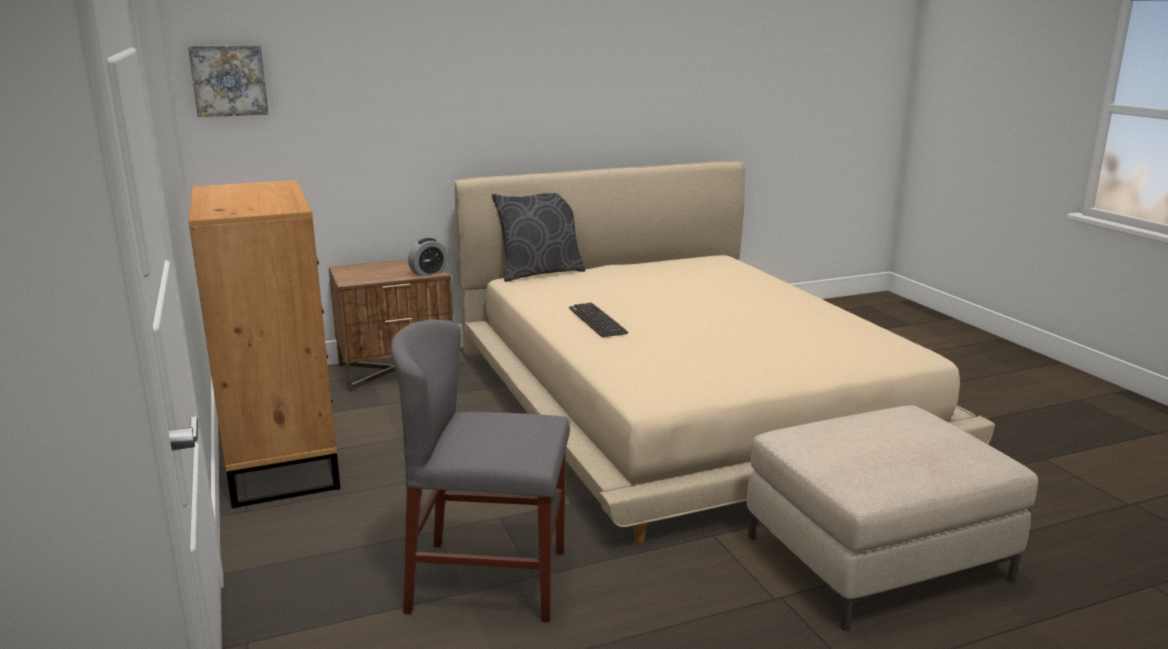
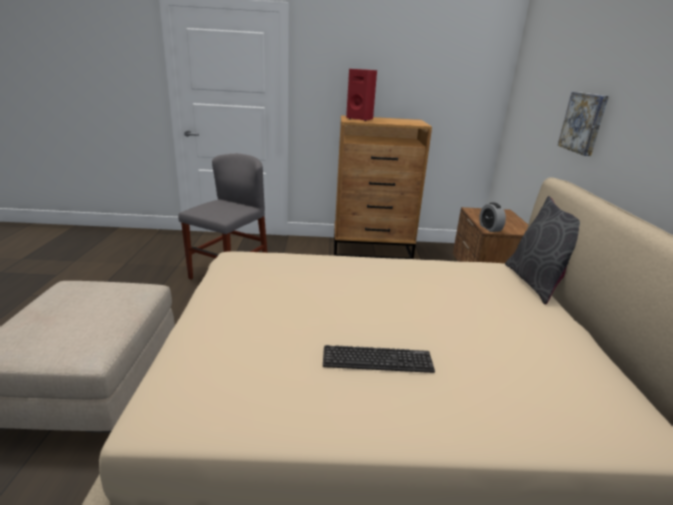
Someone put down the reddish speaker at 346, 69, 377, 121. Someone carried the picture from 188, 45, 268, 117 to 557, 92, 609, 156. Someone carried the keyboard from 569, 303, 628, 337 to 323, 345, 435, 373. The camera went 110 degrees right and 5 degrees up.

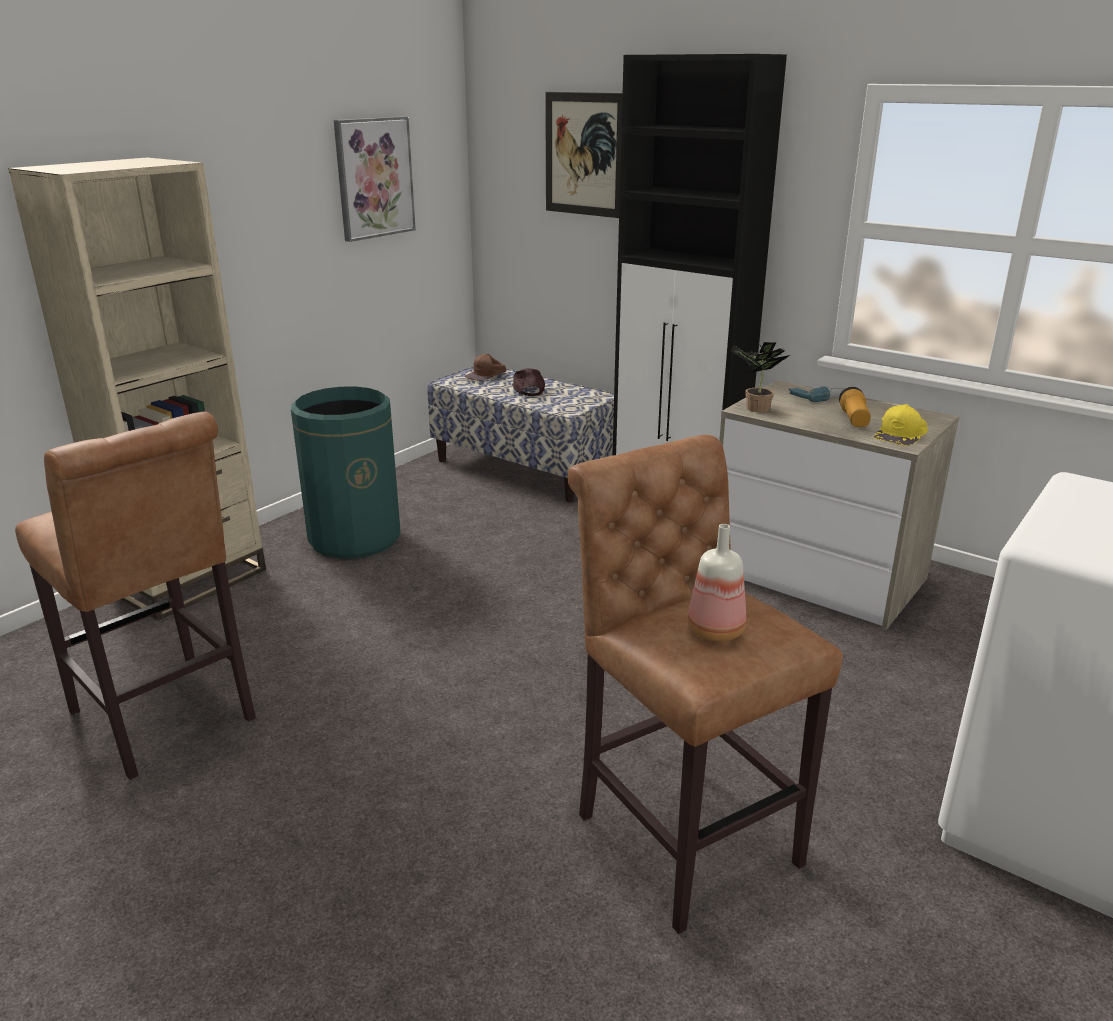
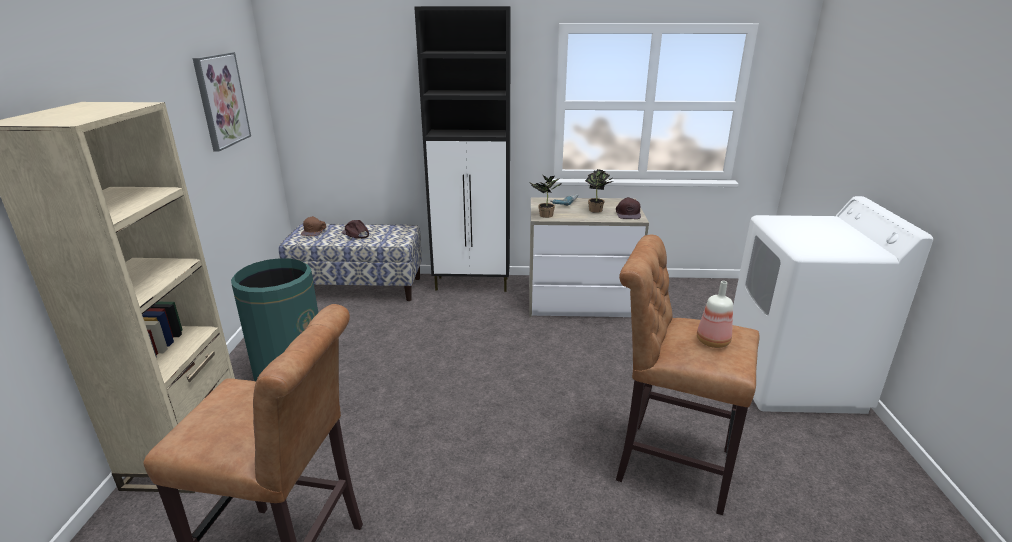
Someone took away the picture at 545, 92, 623, 218. Someone swapped the torch at 839, 387, 871, 427 for the potted plant at 585, 169, 613, 213. Someone repainted the yellow peaked cap at 874, 404, 928, 446, which became the brown-coloured peaked cap at 616, 197, 641, 219. The camera went 35 degrees left and 0 degrees up.

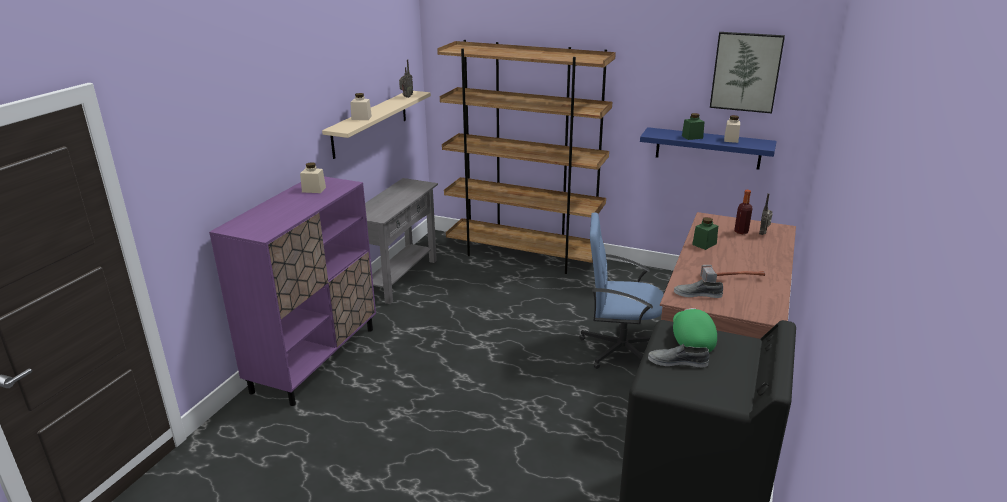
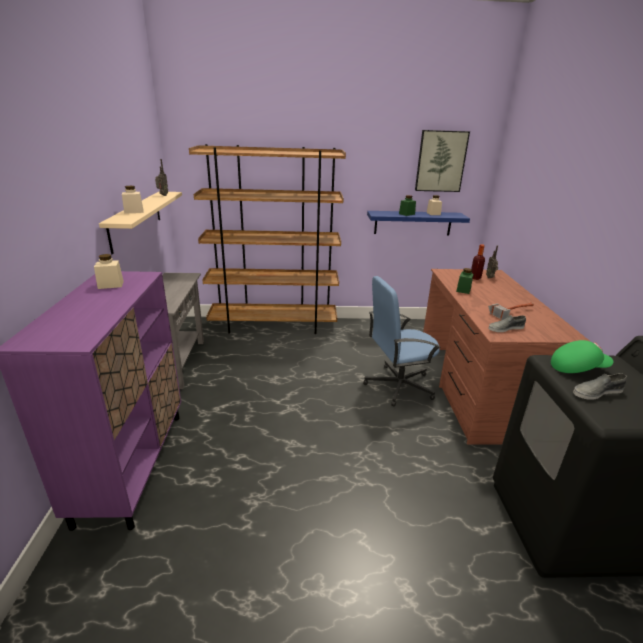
Someone rotated the greenish peaked cap at 673, 308, 717, 352 by 120 degrees clockwise. The camera went 25 degrees left and 0 degrees up.

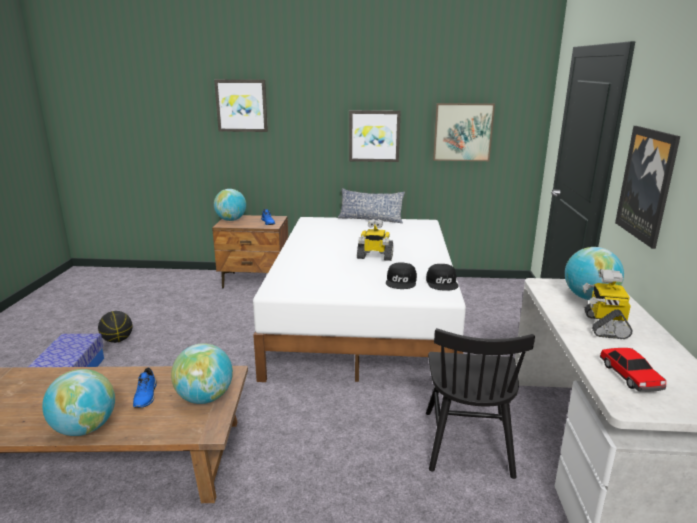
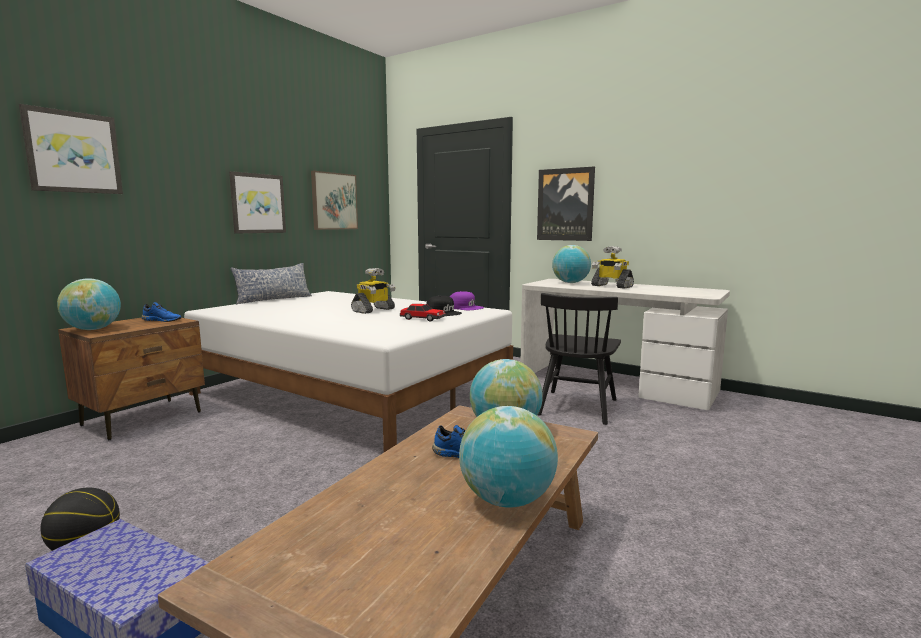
Someone carried the model car from 600, 348, 666, 392 to 400, 304, 446, 321. Someone repainted the black-coloured peaked cap at 426, 264, 459, 291, which became the purplish peaked cap at 450, 291, 484, 310. Someone rotated the black-coloured upright chair at 426, 328, 535, 479 by 75 degrees clockwise. The camera went 60 degrees left and 10 degrees down.

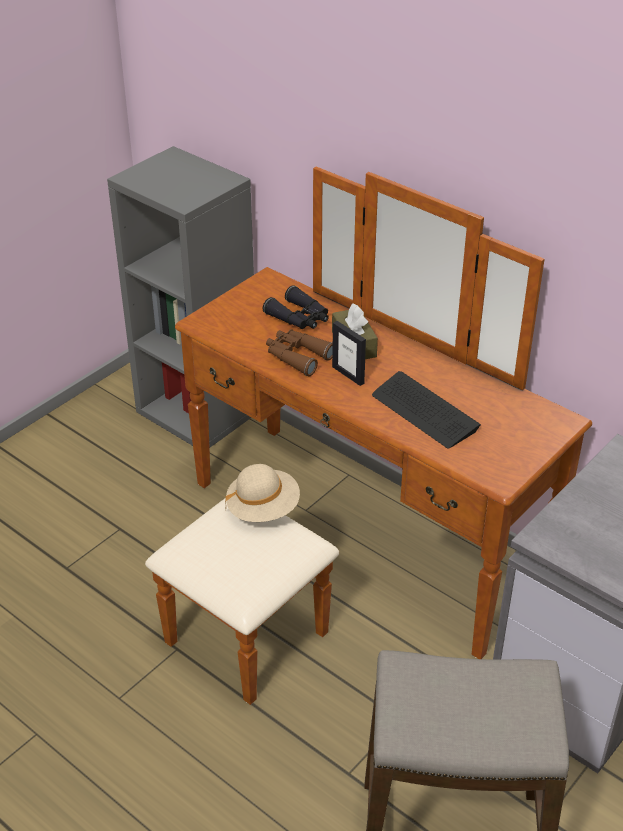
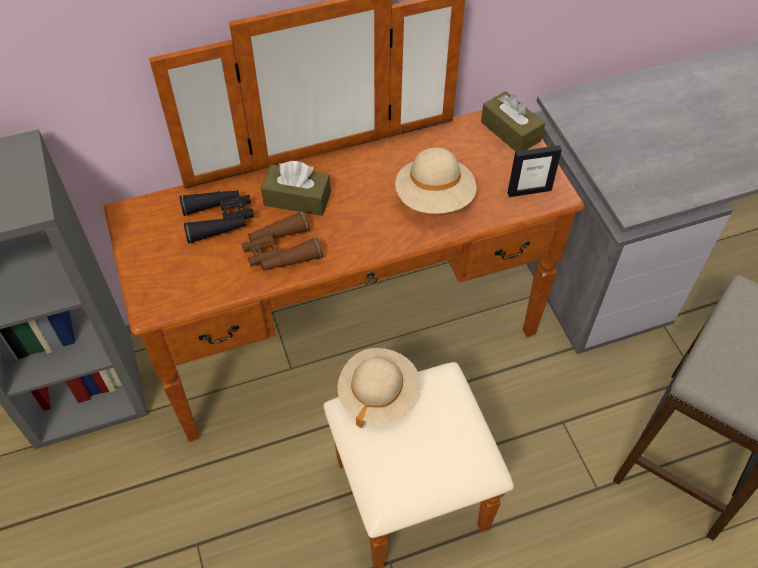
Someone put down the brown-coloured box of tissues at 481, 91, 545, 152. Someone carried the picture frame from 332, 321, 366, 386 to 508, 145, 562, 197. Someone swapped the keyboard at 372, 371, 481, 448 for the beige-coloured clothing hat at 395, 148, 476, 214. The camera went 60 degrees left and 15 degrees up.

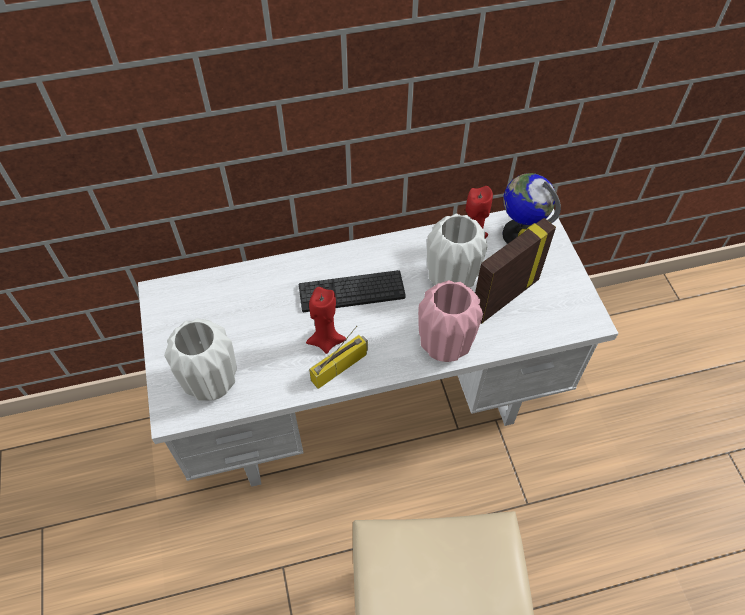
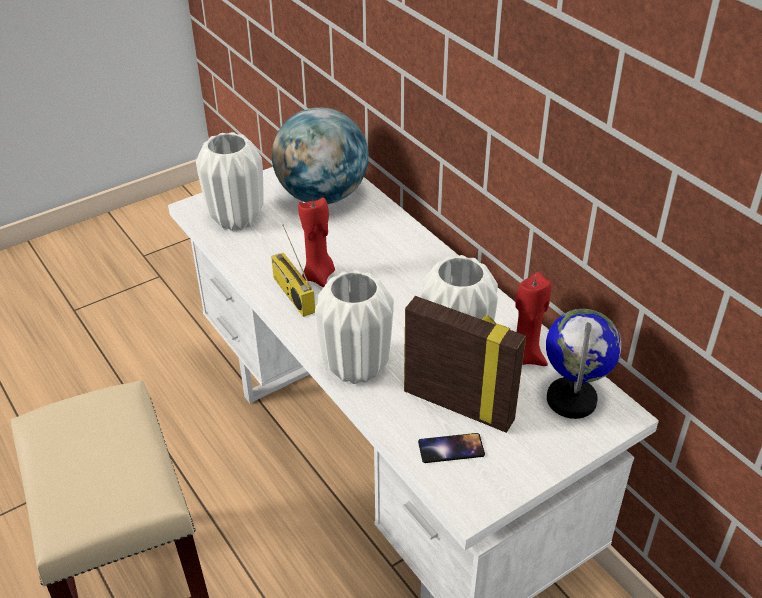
Someone took away the keyboard at 299, 270, 406, 312. Someone put down the desk globe at 272, 107, 368, 204. Someone put down the phone at 418, 433, 485, 463. Someone repainted the pink flower vase at 418, 280, 483, 362, which became the white-coloured flower vase at 315, 270, 394, 384. Someone rotated the radio set at 309, 326, 368, 389 by 150 degrees counterclockwise. The camera went 70 degrees right and 15 degrees down.

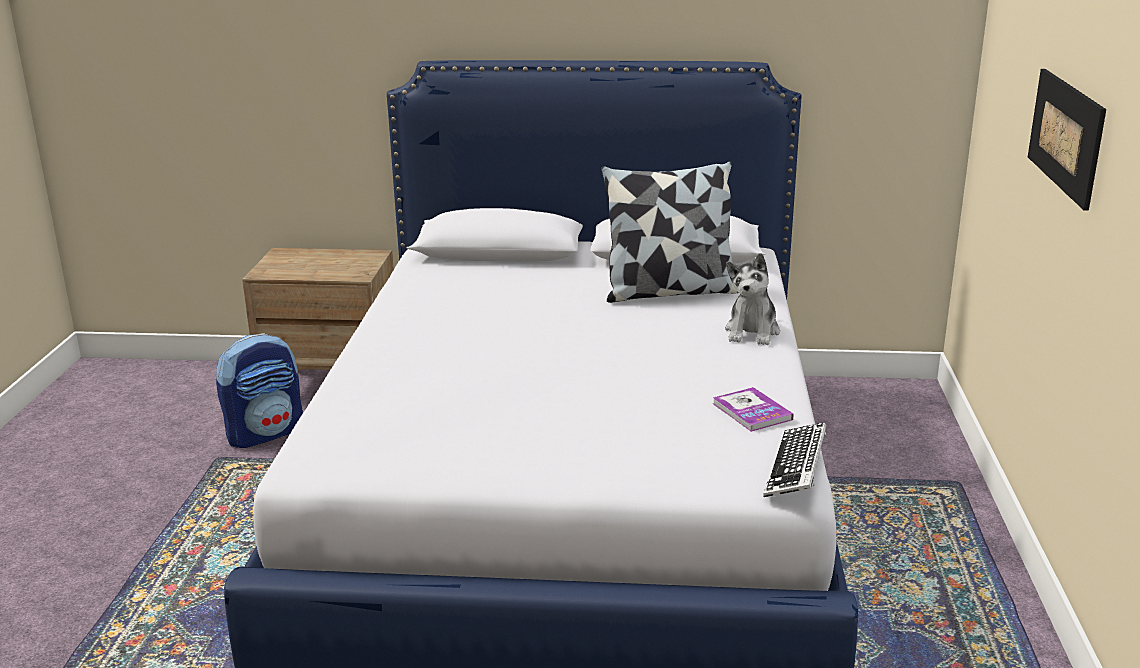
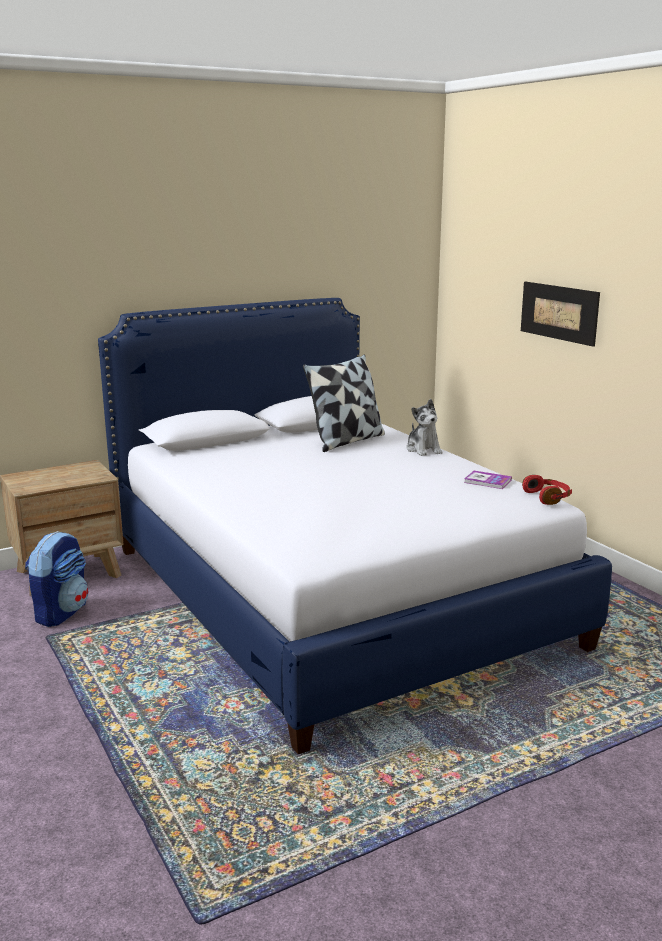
Someone swapped the keyboard at 763, 422, 826, 497 for the reddish pair of headphones at 522, 475, 572, 505. The camera went 35 degrees left and 5 degrees down.

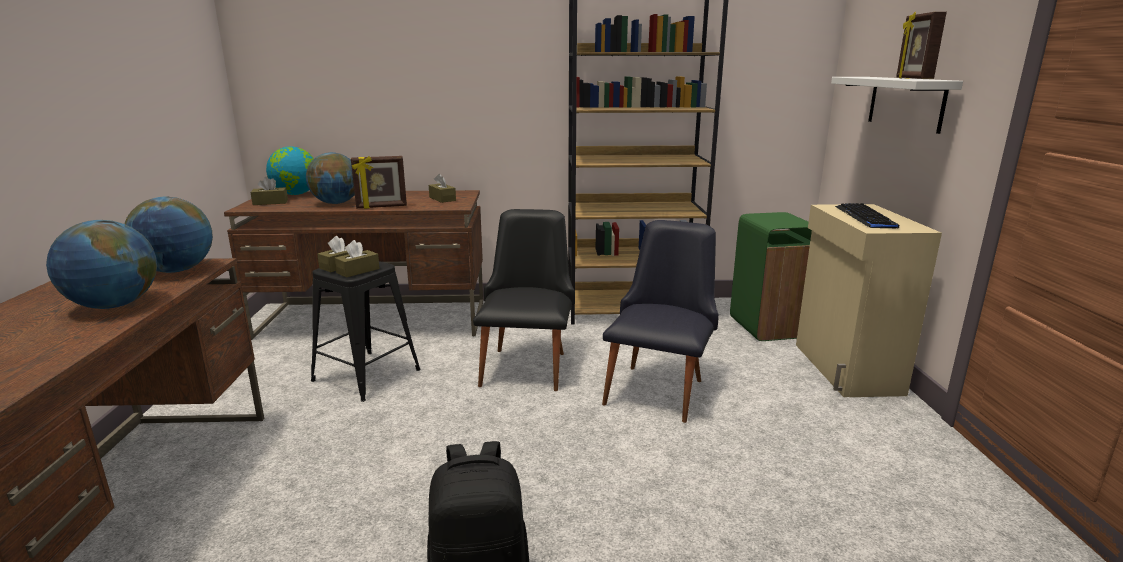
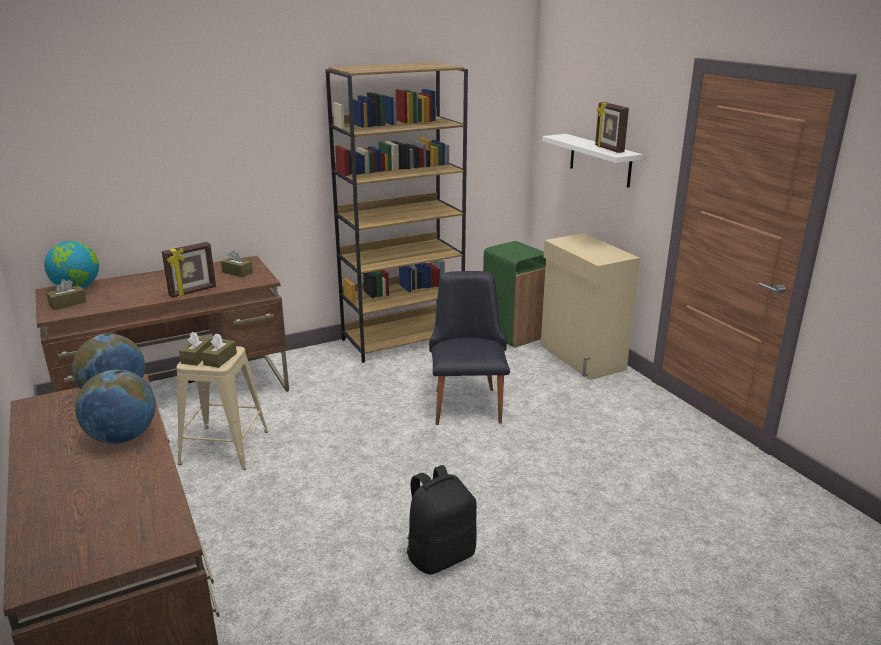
Someone took away the desk globe at 306, 152, 355, 204. Someone took away the black-coloured upright chair at 473, 209, 575, 391. Someone took away the keyboard at 835, 203, 899, 229. Someone repainted the black-coloured stool at 311, 261, 420, 402, which became the beige-coloured stool at 176, 346, 268, 470. The camera went 25 degrees left and 5 degrees up.

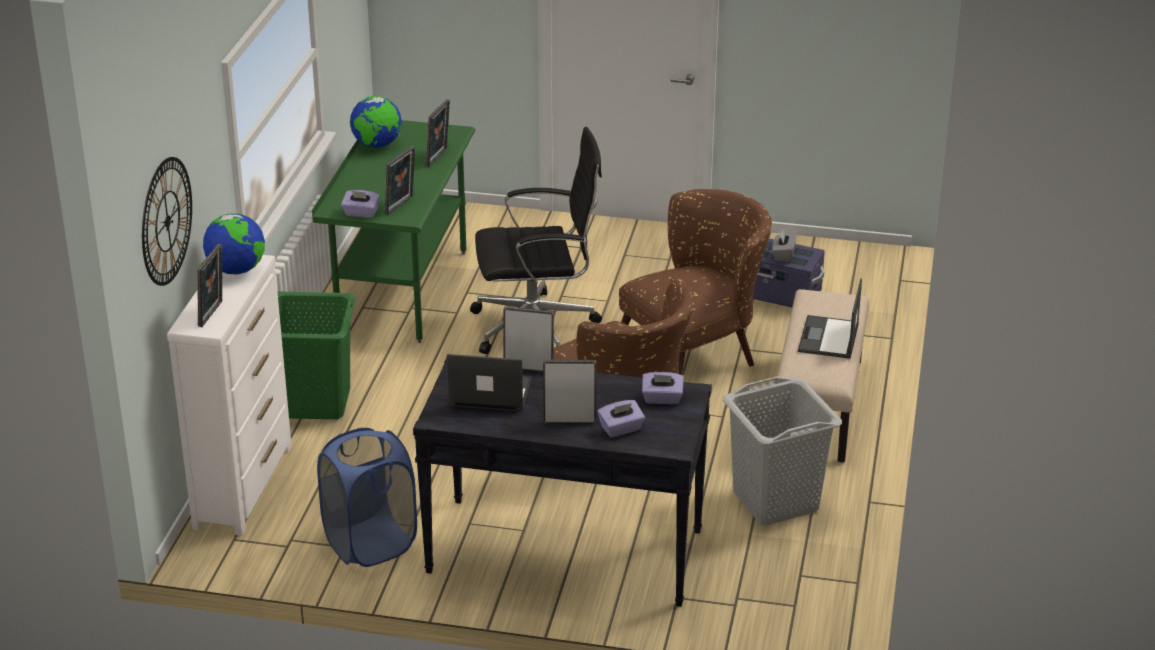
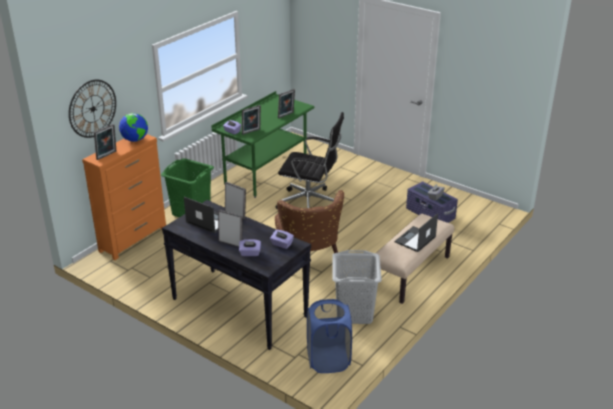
Someone took away the desk globe at 350, 96, 402, 148. Someone took away the brown-coloured armchair at 619, 189, 772, 375. Someone carried the blue-coloured laundry basket from 317, 428, 417, 567 to 307, 299, 352, 373. Someone repainted the white-coloured drawer chest at 167, 255, 292, 536, which became the orange drawer chest at 82, 134, 166, 260. The camera went 25 degrees right and 0 degrees up.

